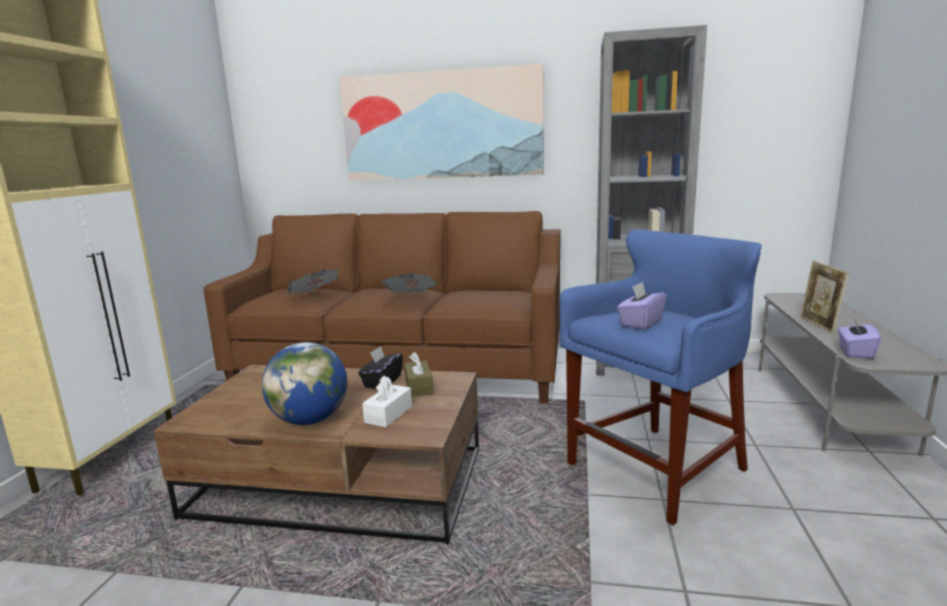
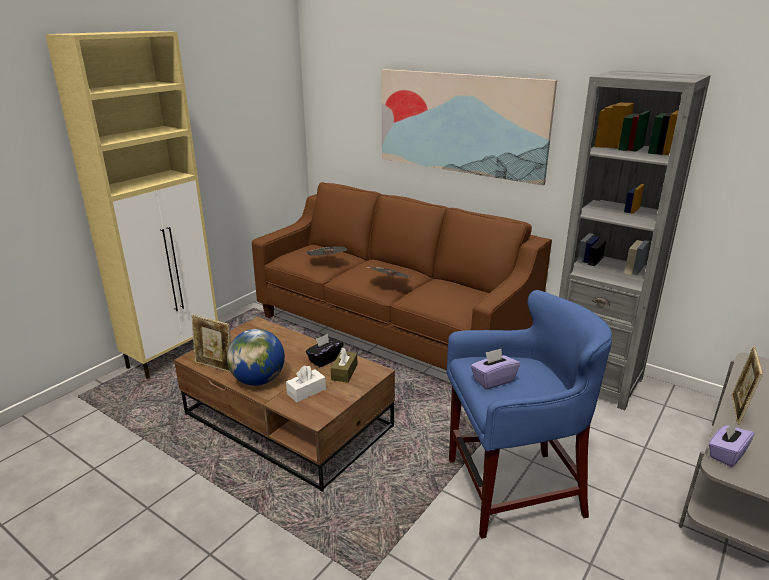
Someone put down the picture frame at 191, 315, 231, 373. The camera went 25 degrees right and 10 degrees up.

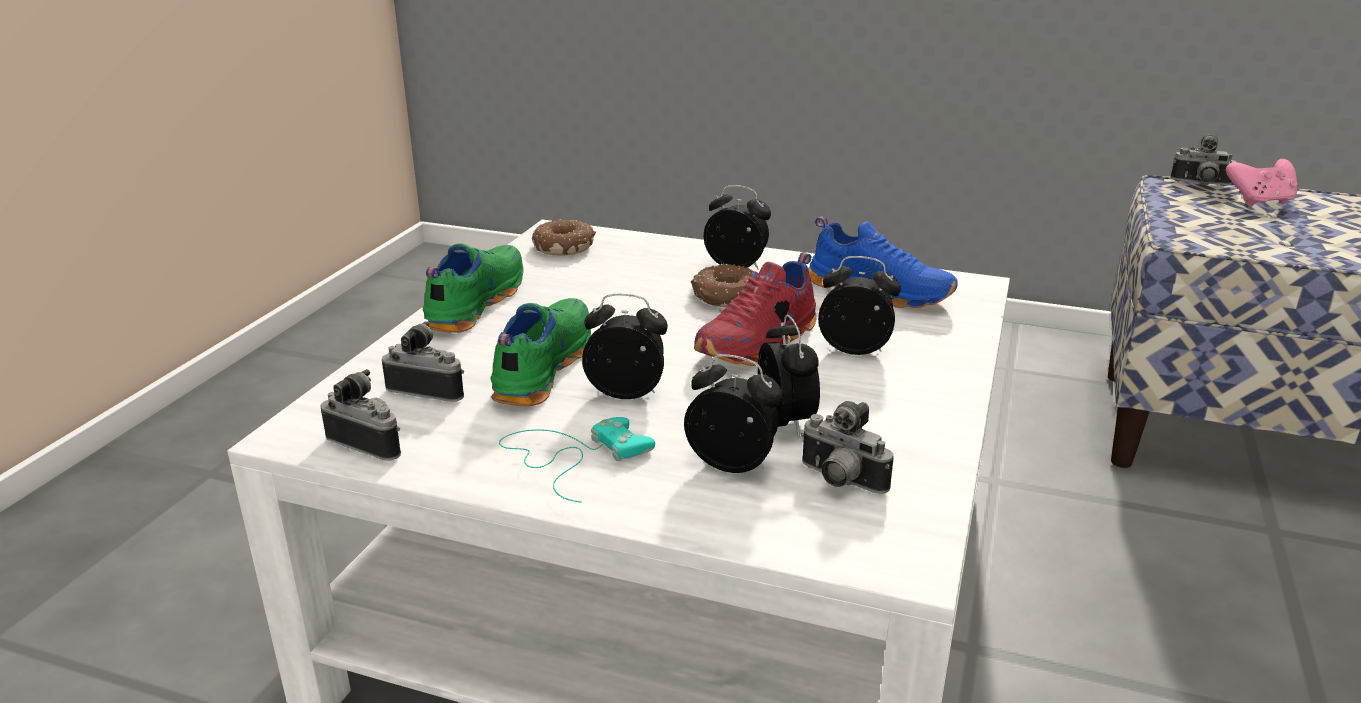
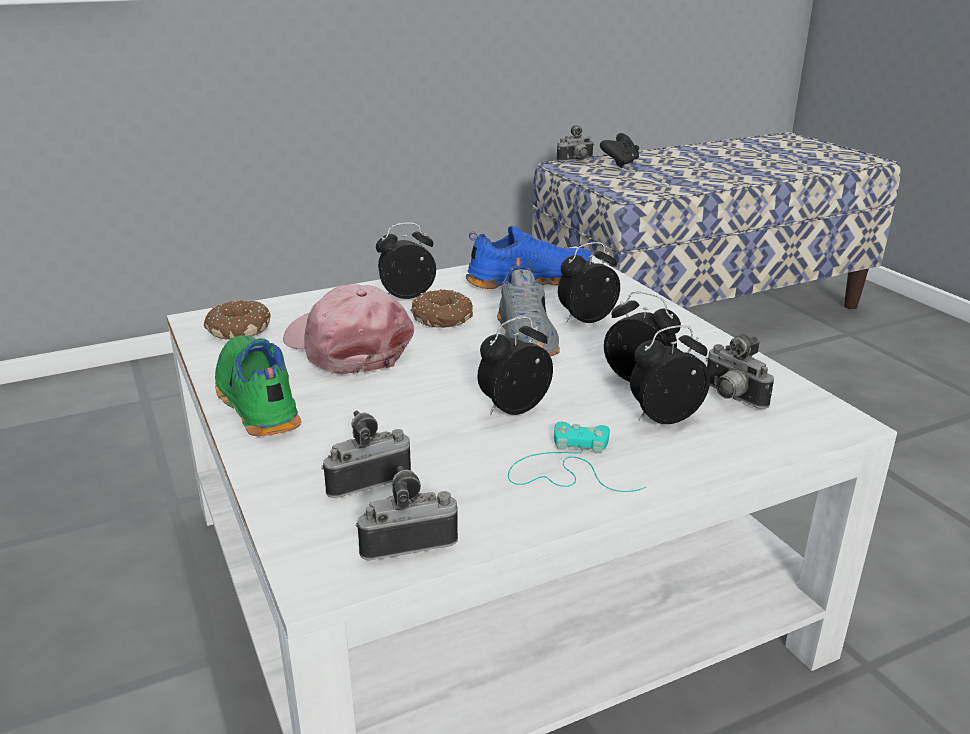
Someone took away the greenish low shoe at 491, 298, 591, 406. Someone put down the pink peaked cap at 283, 284, 414, 374. Someone repainted the reddish low shoe at 694, 252, 817, 366, which became the greyish low shoe at 497, 258, 560, 356. Someone repainted the pink joypad at 1226, 159, 1297, 207, which became the black-coloured joypad at 600, 133, 639, 168. Someone rotated the still camera at 801, 401, 894, 494 by 60 degrees clockwise. The camera went 45 degrees left and 0 degrees up.

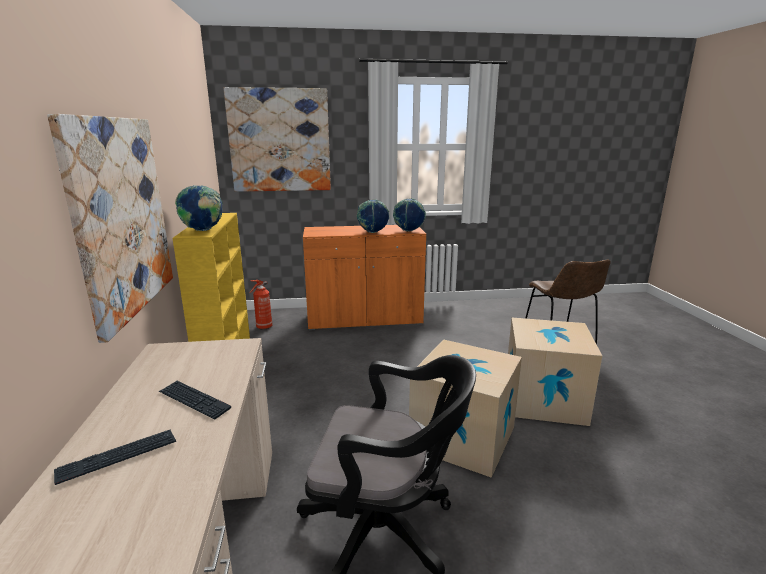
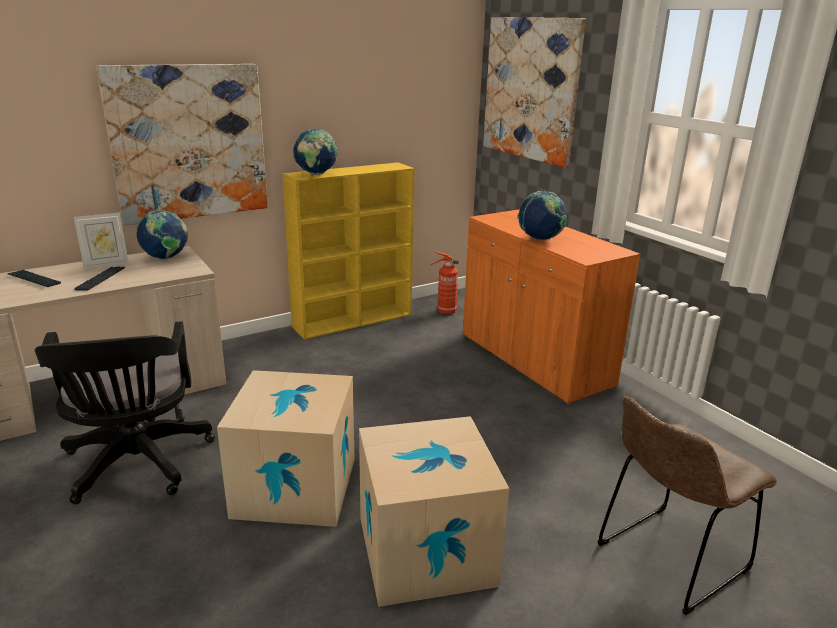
Someone put down the picture frame at 74, 212, 129, 269. Someone carried the desk globe from 393, 198, 426, 232 to 137, 210, 188, 260. The camera went 65 degrees right and 5 degrees up.

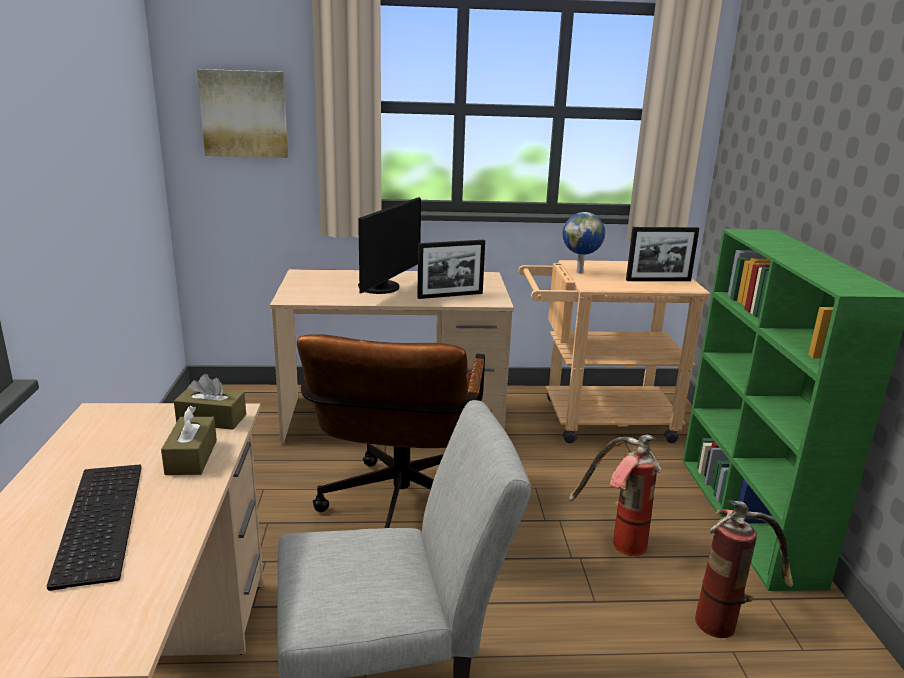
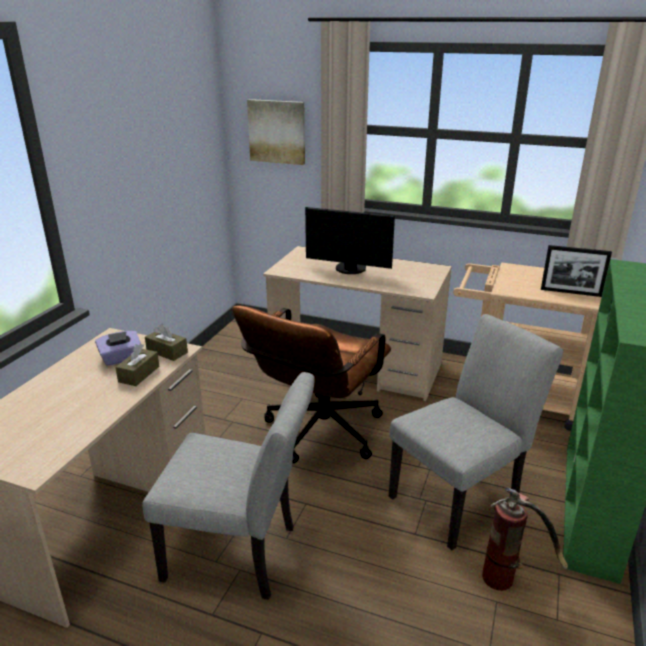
Someone took away the keyboard at 47, 465, 142, 591. Someone took away the picture frame at 417, 240, 485, 299. Someone took away the desk globe at 562, 212, 605, 274. Someone put down the purplish box of tissues at 95, 331, 141, 366. Someone swapped the extinguisher at 569, 435, 662, 556 for the greyish upright chair at 389, 314, 563, 550. Someone rotated the computer screen at 358, 197, 421, 294 by 60 degrees clockwise. The camera went 25 degrees right and 5 degrees up.

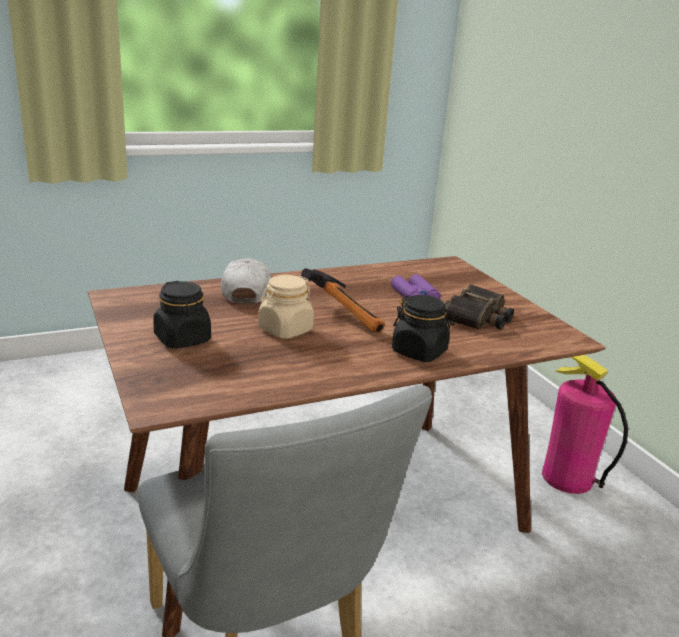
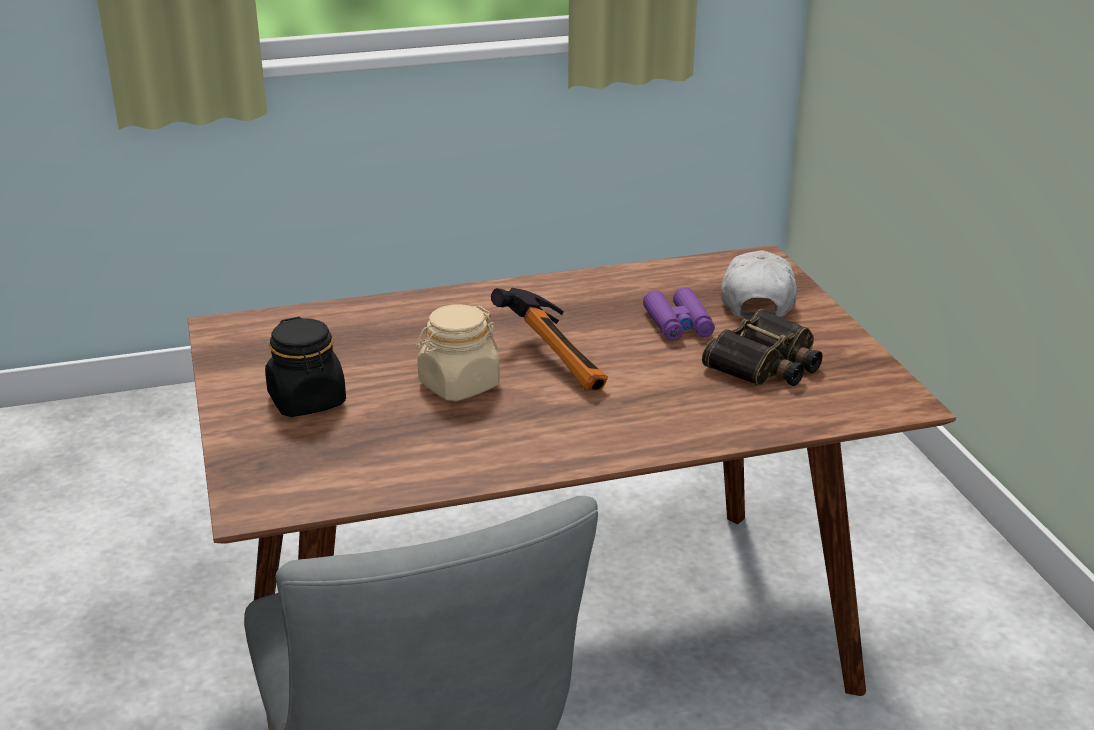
Someone took away the black-coloured preserve jar at 392, 295, 455, 362. Someone took away the extinguisher at 542, 355, 628, 494. Someone carried the white-coloured peaked cap from 221, 258, 271, 303 to 721, 250, 797, 319. The camera went 10 degrees right and 5 degrees up.

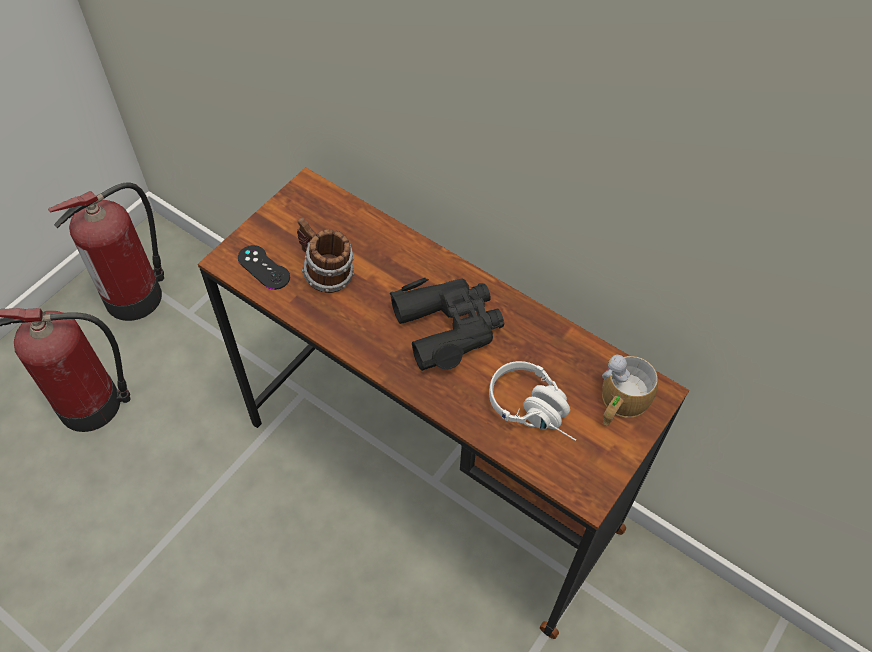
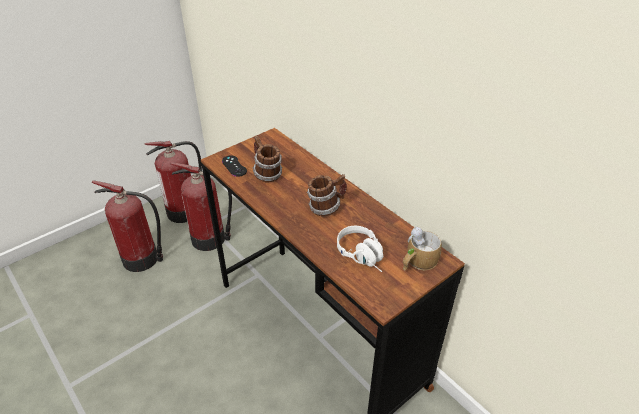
Someone put down the extinguisher at 171, 162, 232, 251. Someone swapped the black-coloured field glasses at 390, 278, 504, 371 for the mug at 307, 174, 347, 216. The camera went 15 degrees right and 15 degrees down.

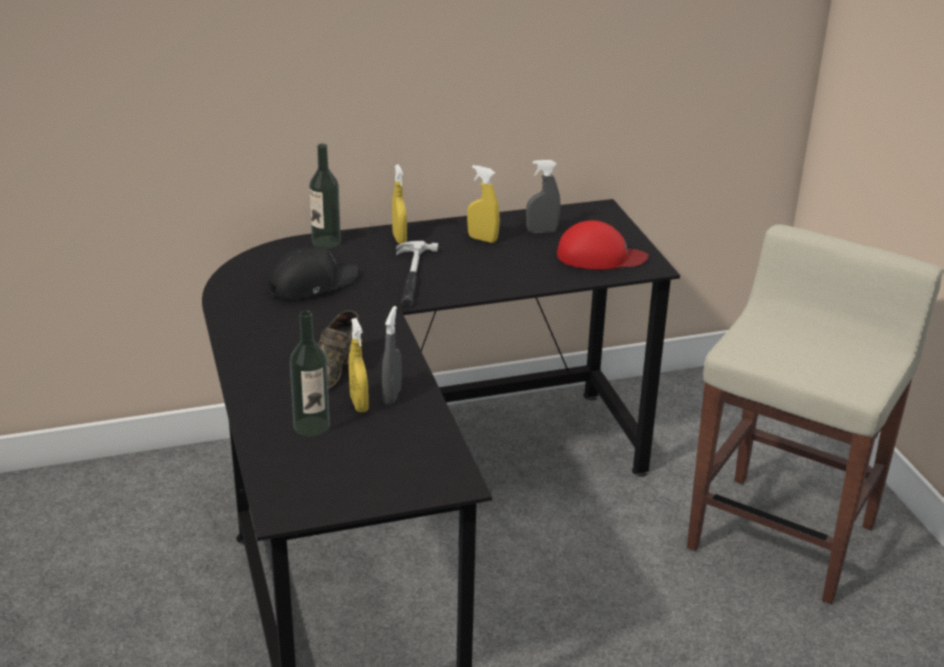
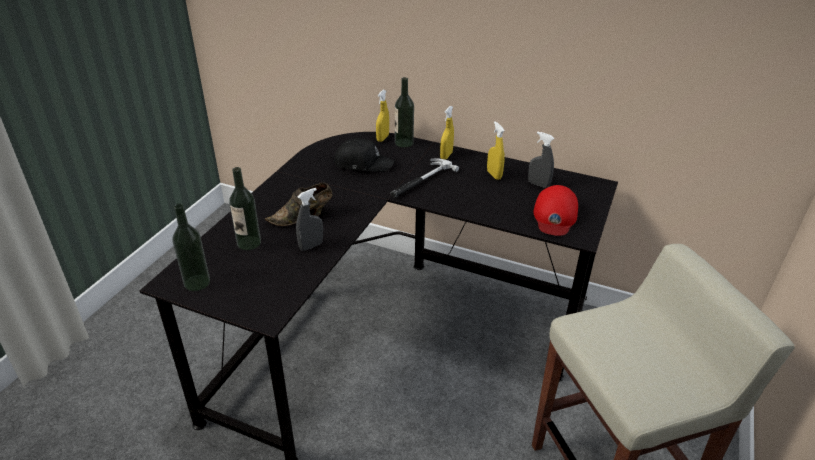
Someone put down the beverage bottle at 173, 203, 210, 291. Someone carried the yellow hand sprayer from 349, 318, 369, 413 to 376, 90, 389, 142. Someone rotated the reddish peaked cap at 557, 220, 649, 270 by 60 degrees clockwise. The camera went 40 degrees right and 5 degrees up.

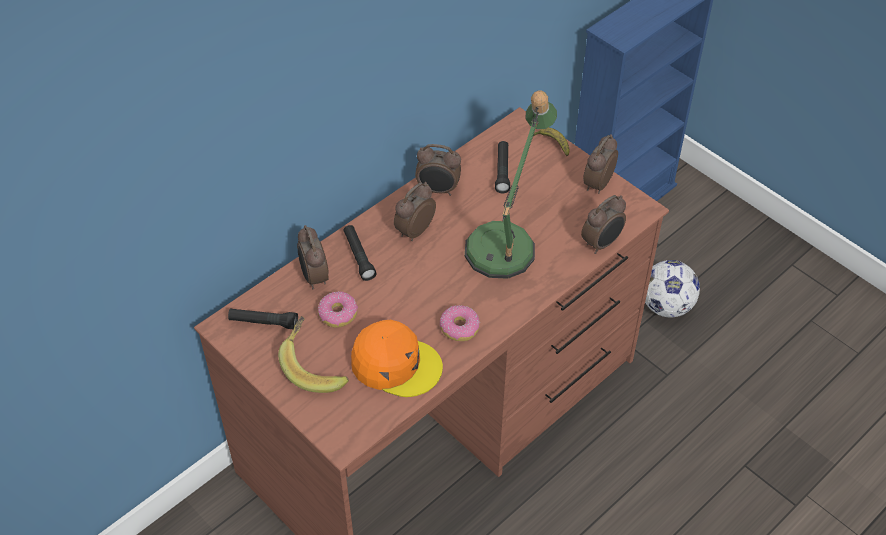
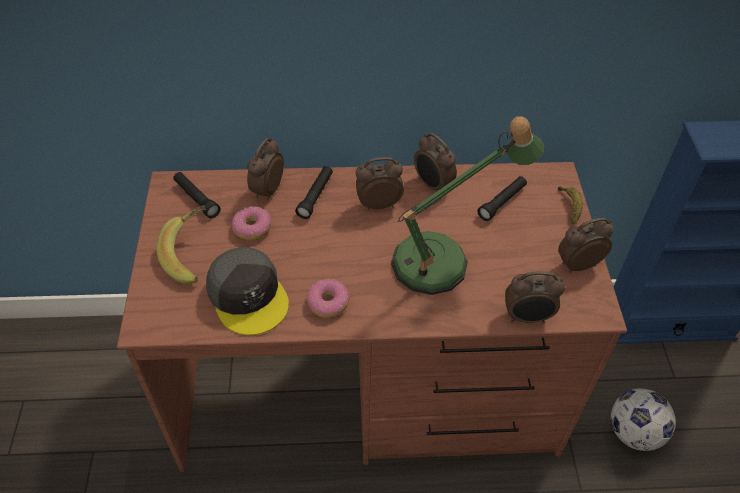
Someone repainted the orange peaked cap at 351, 320, 443, 397, which became the greyish peaked cap at 206, 247, 289, 335. The camera went 40 degrees right and 0 degrees up.

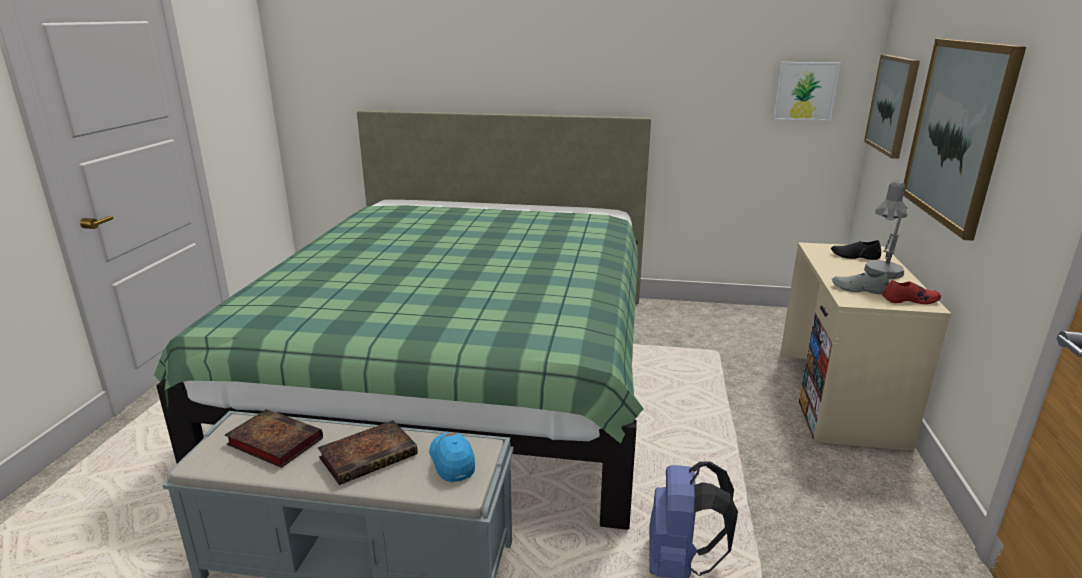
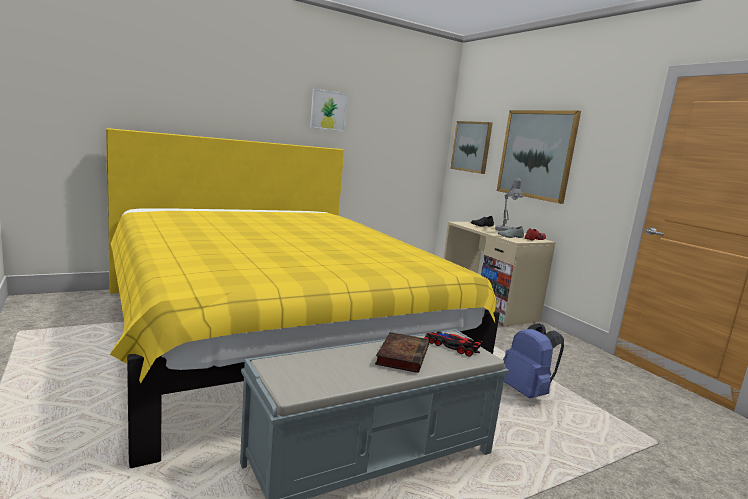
Someone took away the book at 225, 409, 323, 468. Someone carried the picture from 773, 62, 840, 121 to 310, 89, 348, 131. Someone swapped the blue-coloured peaked cap at 429, 433, 475, 482 for the model car at 424, 331, 484, 356. Someone repainted the greenish bedroom bed at 154, 110, 651, 530, which became the yellow bedroom bed at 106, 128, 500, 468. The camera went 40 degrees left and 10 degrees down.

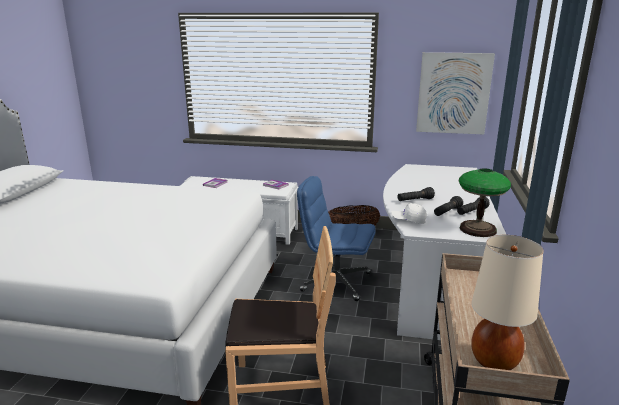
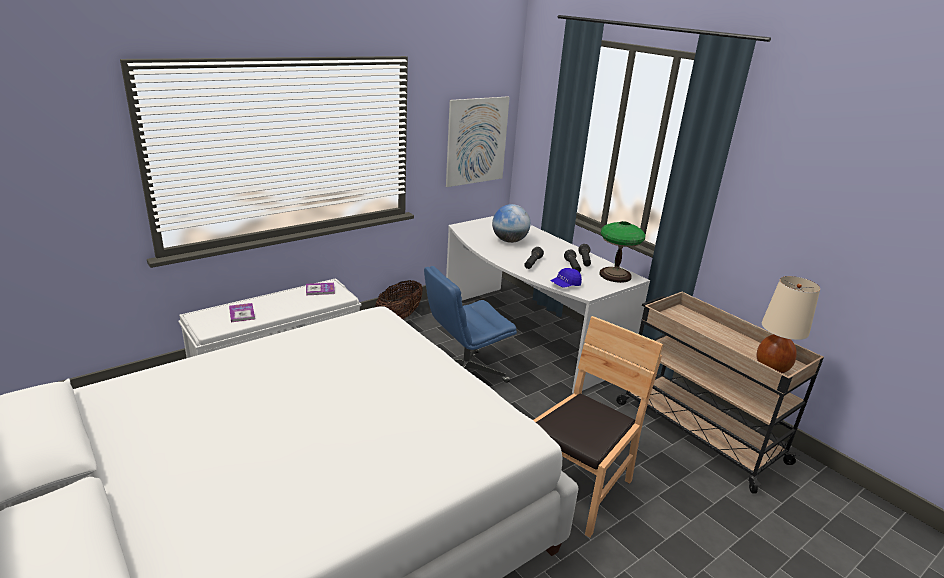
Someone put down the desk globe at 492, 204, 530, 243. Someone repainted the white-coloured peaked cap at 391, 203, 427, 224, which became the blue-coloured peaked cap at 550, 268, 582, 288. The camera went 50 degrees left and 5 degrees up.

